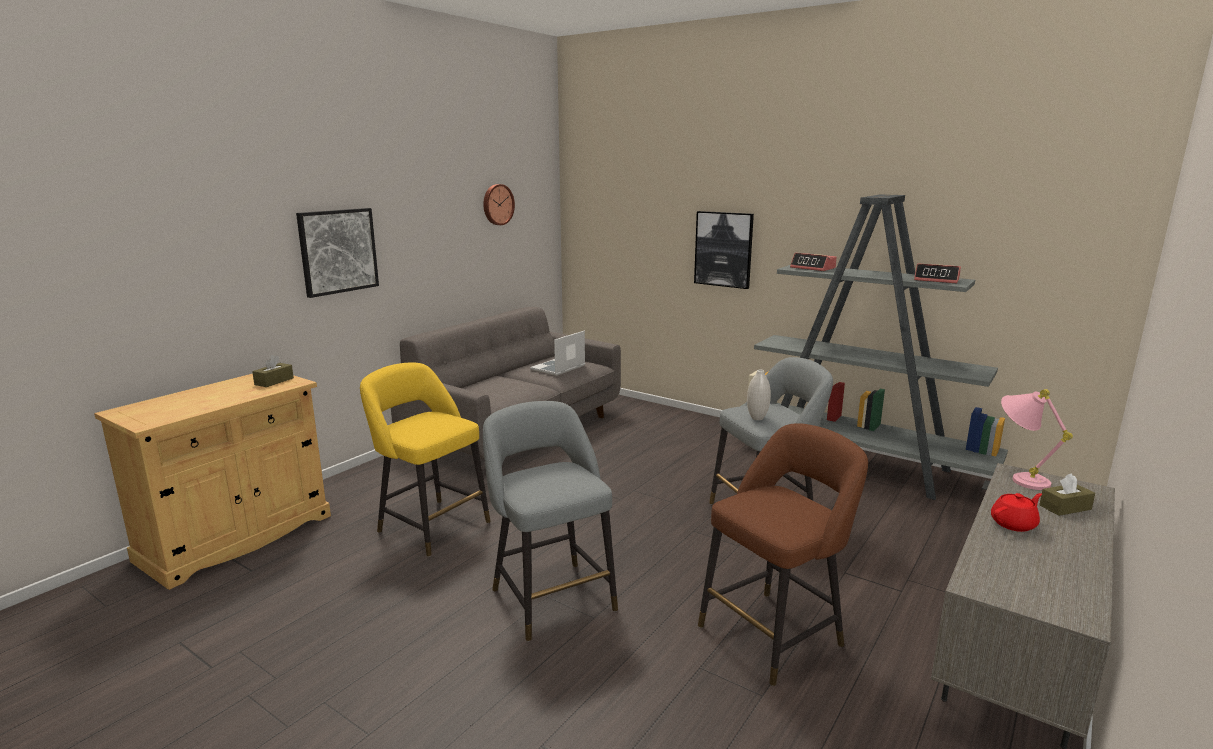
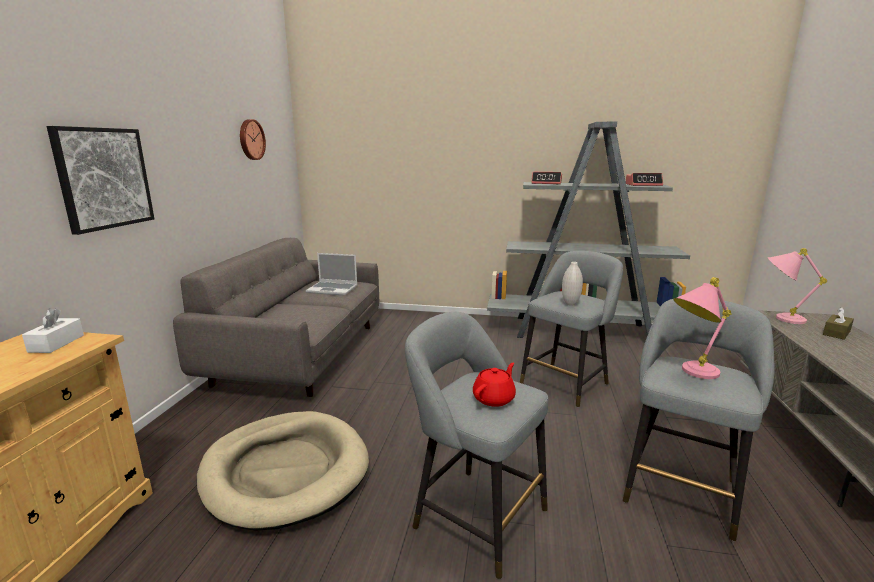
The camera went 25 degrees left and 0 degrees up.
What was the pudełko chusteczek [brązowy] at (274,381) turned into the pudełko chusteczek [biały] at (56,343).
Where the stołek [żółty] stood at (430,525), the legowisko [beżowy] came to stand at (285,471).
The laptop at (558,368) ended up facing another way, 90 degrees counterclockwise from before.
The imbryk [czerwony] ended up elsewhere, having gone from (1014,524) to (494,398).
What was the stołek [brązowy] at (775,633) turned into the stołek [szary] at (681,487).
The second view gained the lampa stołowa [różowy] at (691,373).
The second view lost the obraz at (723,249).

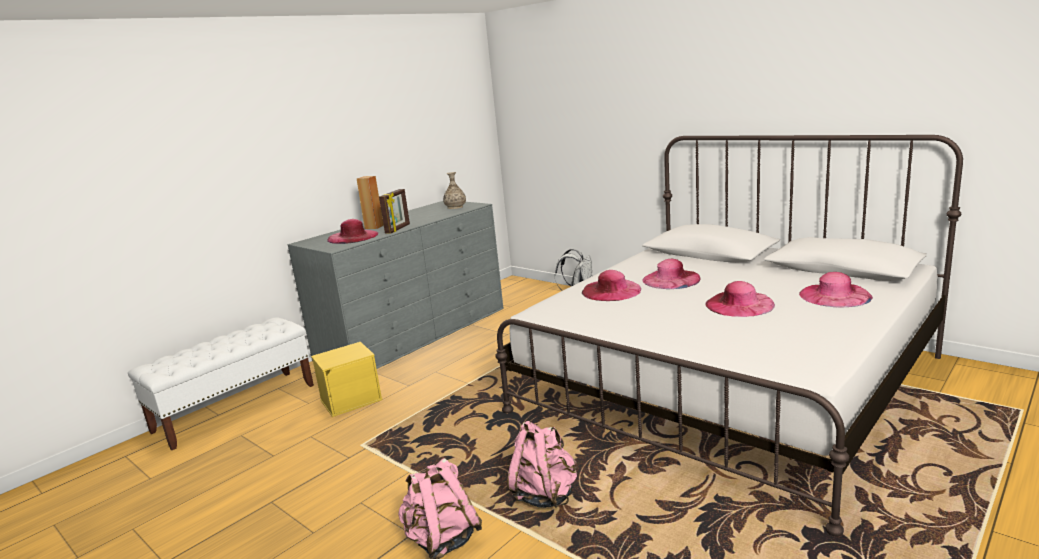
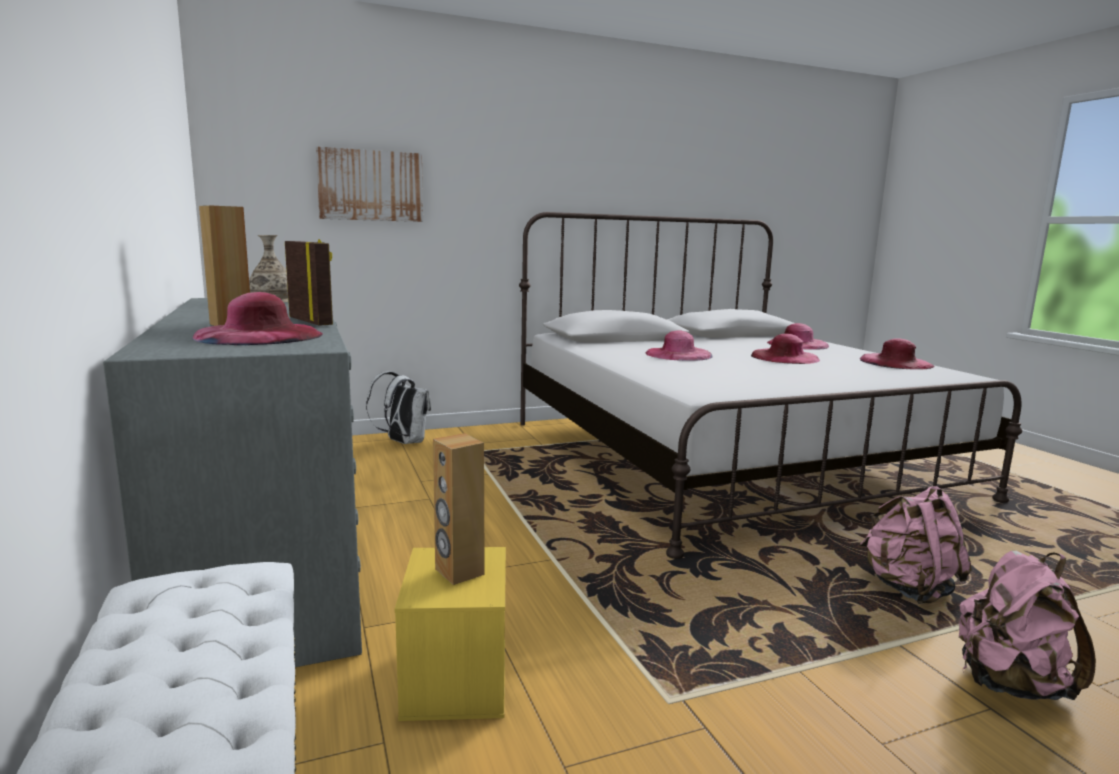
The camera went 65 degrees left and 5 degrees down.
The second view gained the obraz at (371,185).
The second view gained the głośnik [brązowy] at (459,572).
The kapelusz [różowy] ended up elsewhere, having gone from (611,290) to (896,362).

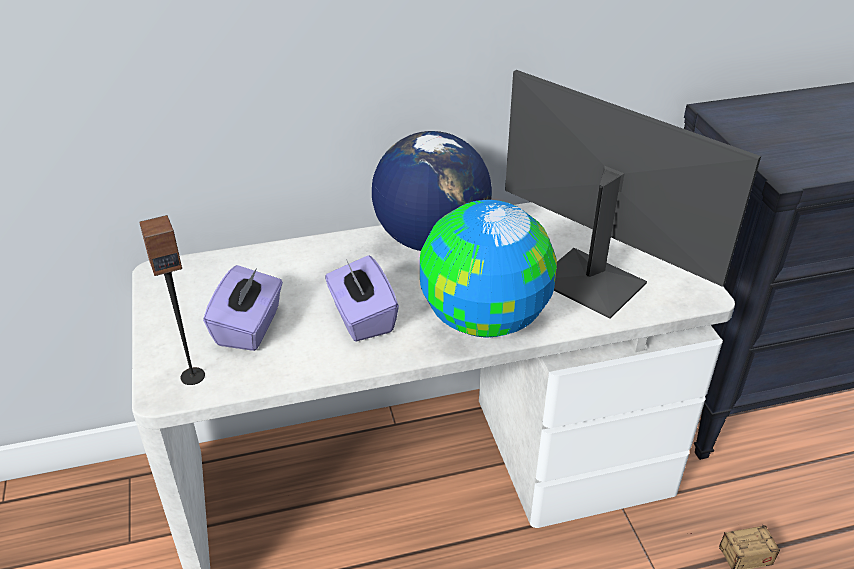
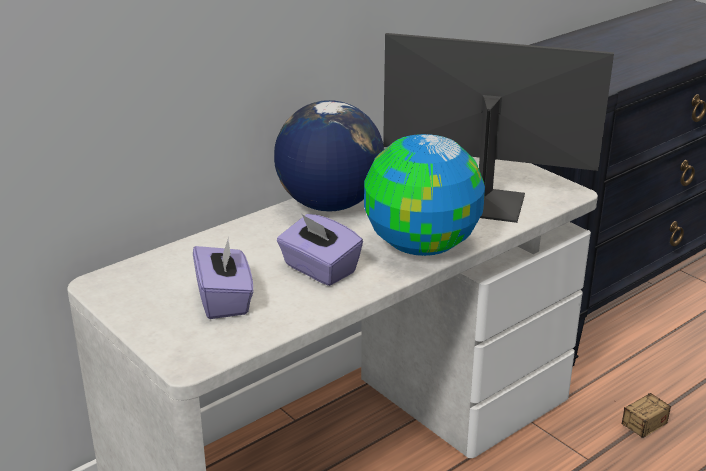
The camera went 25 degrees left and 10 degrees down.
The second view lost the głośnik at (192,376).

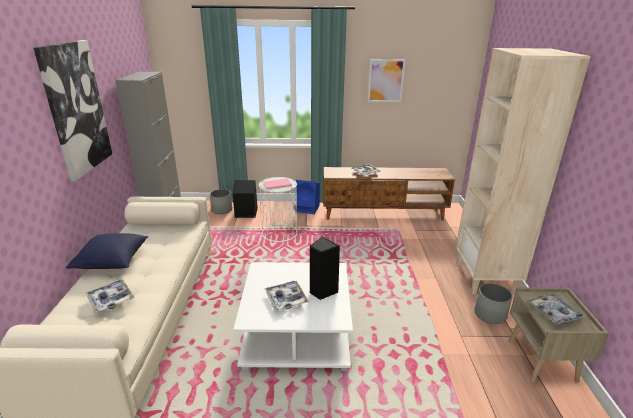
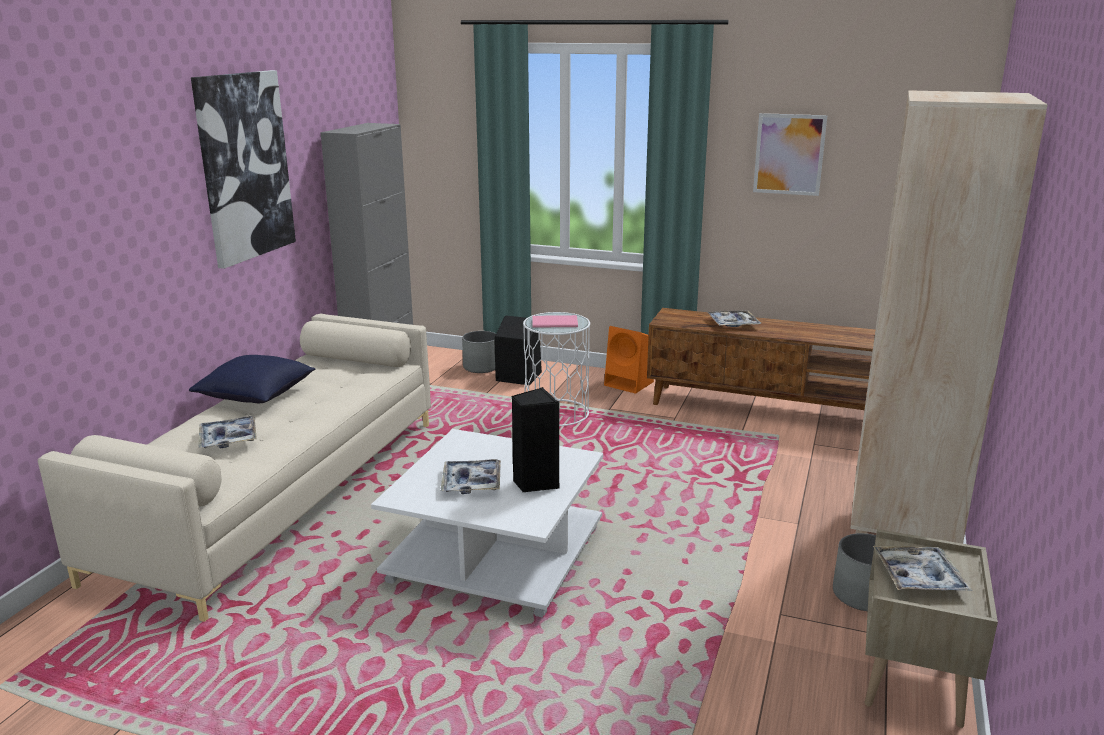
The camera went 20 degrees right and 5 degrees down.
What was the głośnik [niebieski] at (308,208) turned into the głośnik [pomarańczowy] at (630,384).

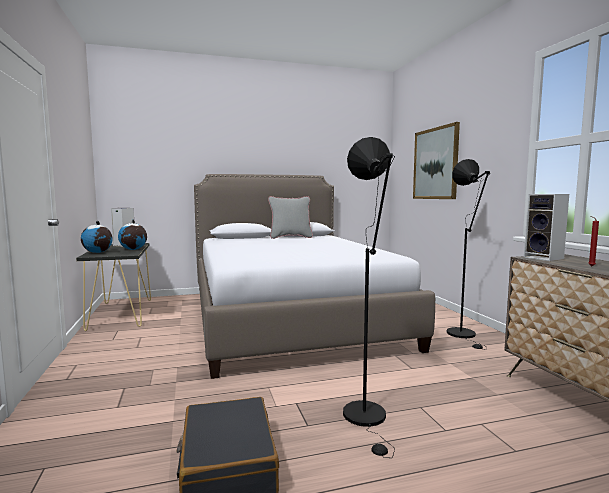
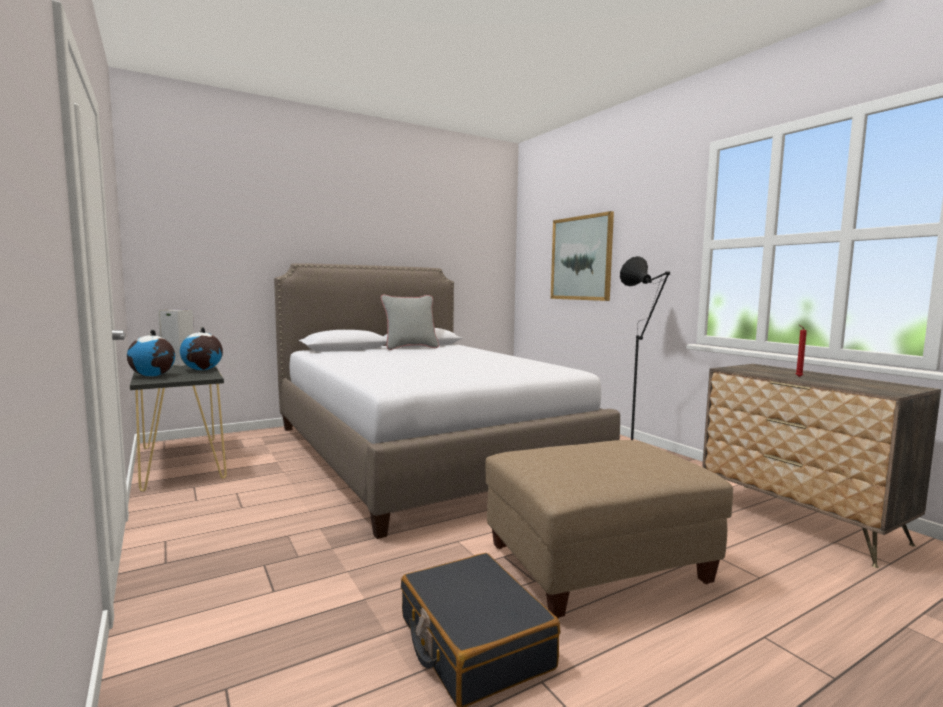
The camera went 15 degrees left and 0 degrees up.
Where the lampa stojąca [czarny] stood at (368,419), the pufa [beżowy] came to stand at (596,564).
The second view lost the głośnik at (545,258).

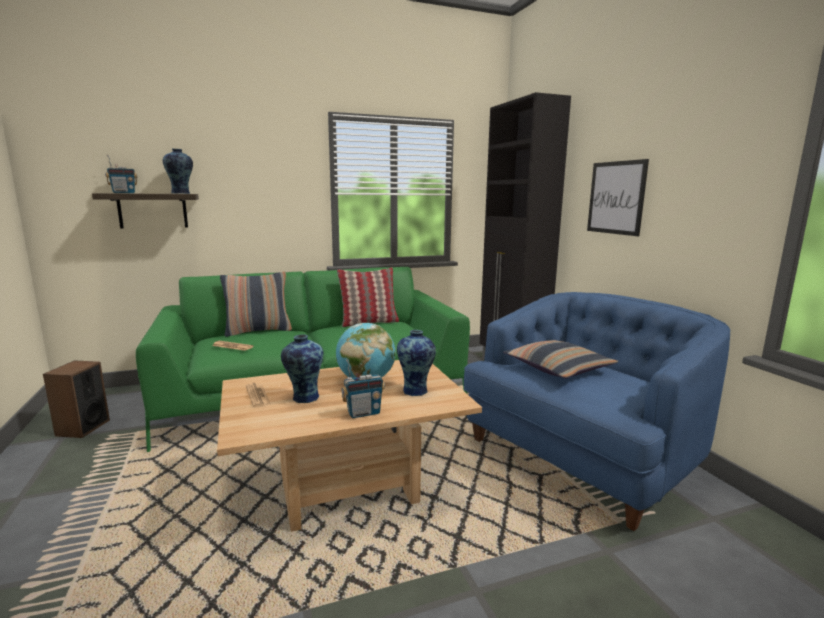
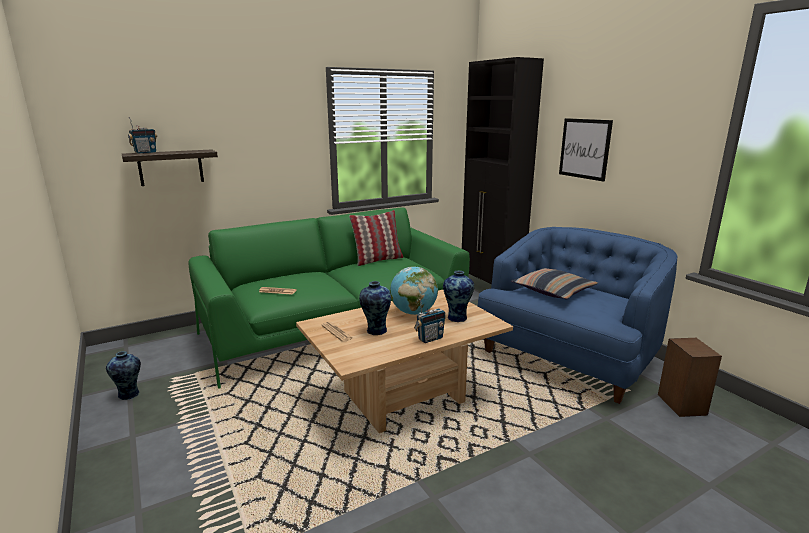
The camera went 10 degrees left and 5 degrees up.
The wazon ended up elsewhere, having gone from (181,193) to (129,395).
The głośnik ended up elsewhere, having gone from (82,428) to (681,404).
The second view lost the poduszka at (258,331).

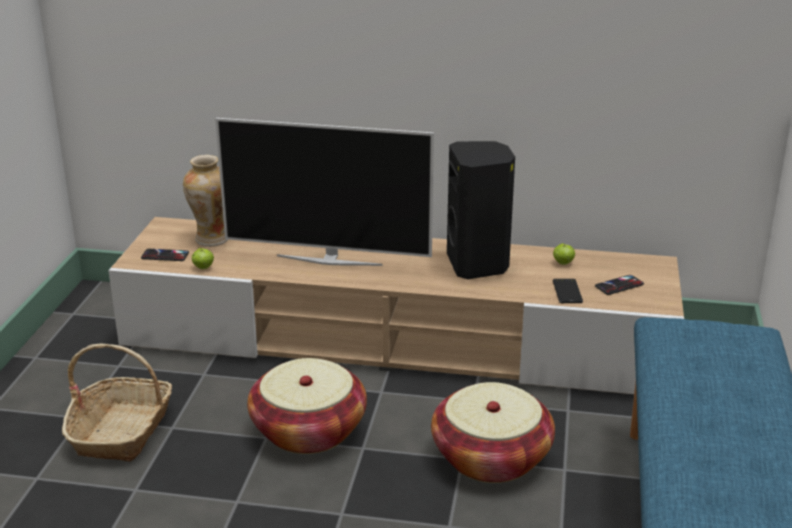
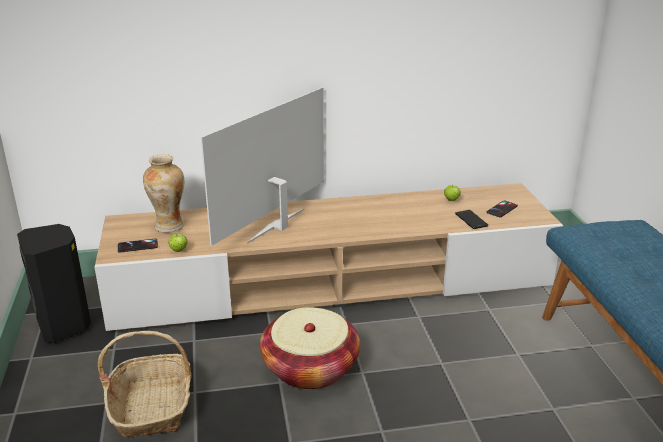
The camera went 20 degrees left and 0 degrees up.
The głośnik [czarny] ended up elsewhere, having gone from (478,265) to (65,325).
The telewizor at (329,260) ended up facing another way, 135 degrees clockwise from before.
The second view lost the koszyk at (491,458).

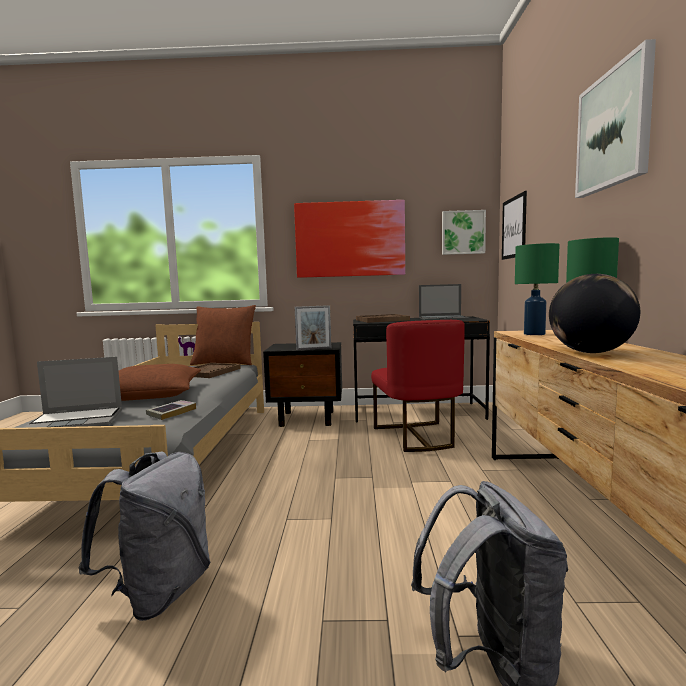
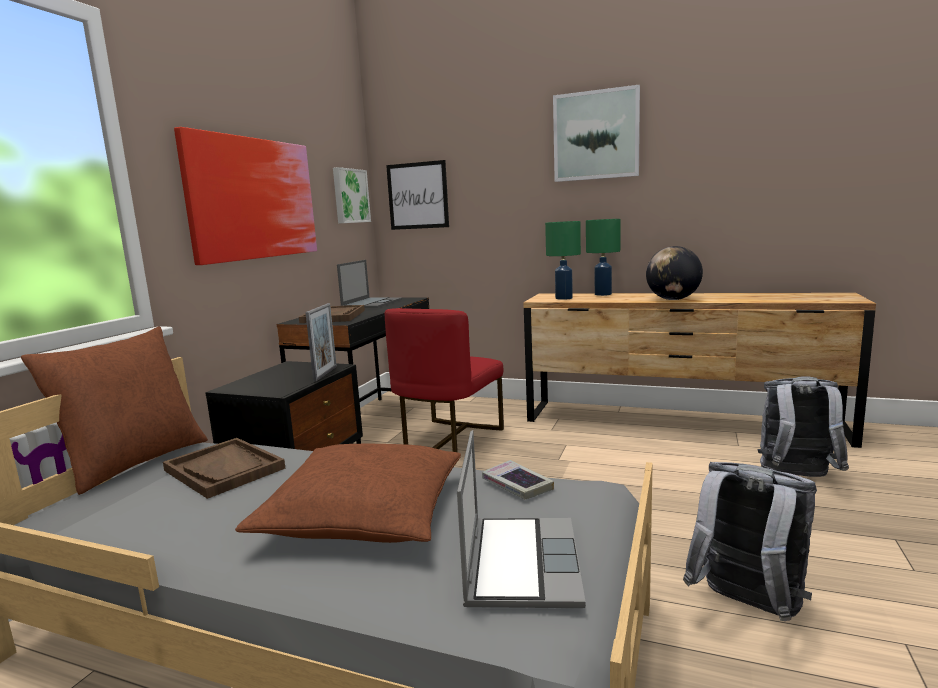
The camera went 70 degrees left and 5 degrees up.
The krzesło [czerwony] at (416,437) ended up facing another way, 105 degrees clockwise from before.

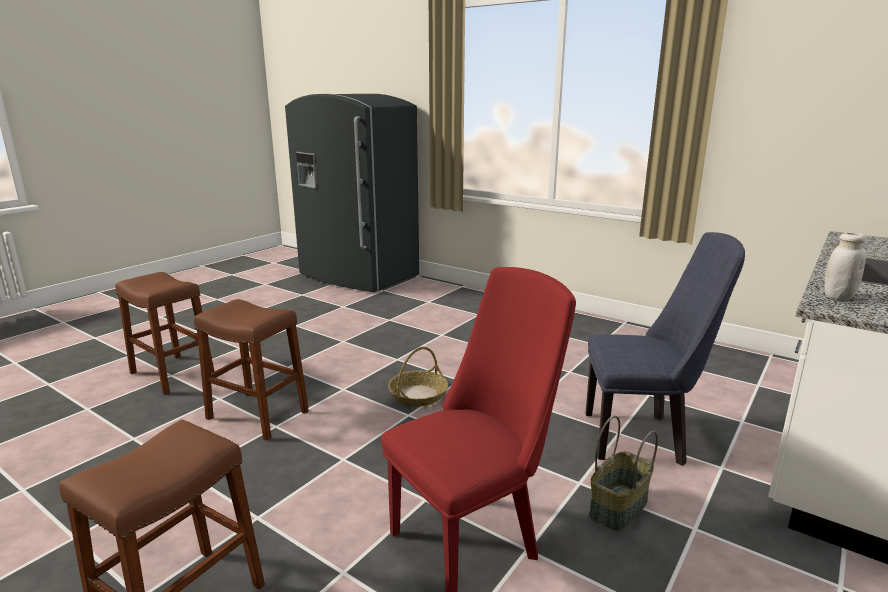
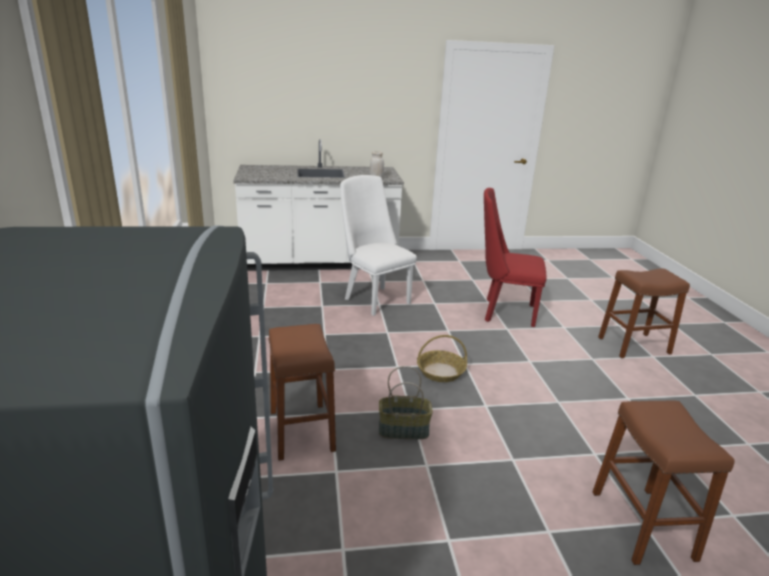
The camera went 135 degrees left and 5 degrees up.
The stołek [brązowy] ended up elsewhere, having gone from (257,415) to (301,430).
What was the krzesło [niebieski] at (642,437) turned into the krzesło [biały] at (374,299).
The koszyk ended up elsewhere, having gone from (619,508) to (404,430).

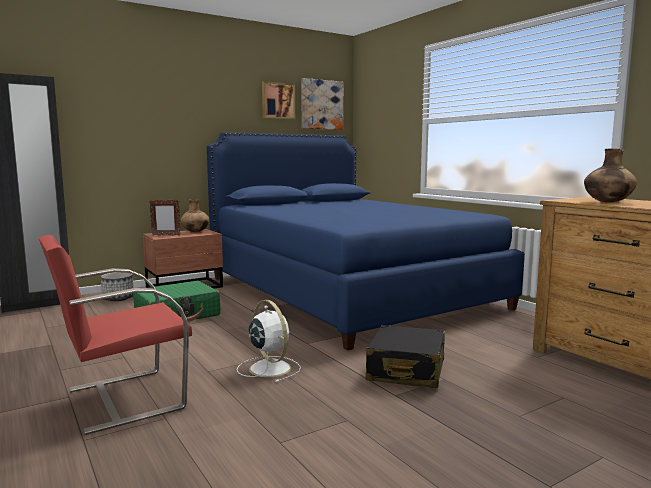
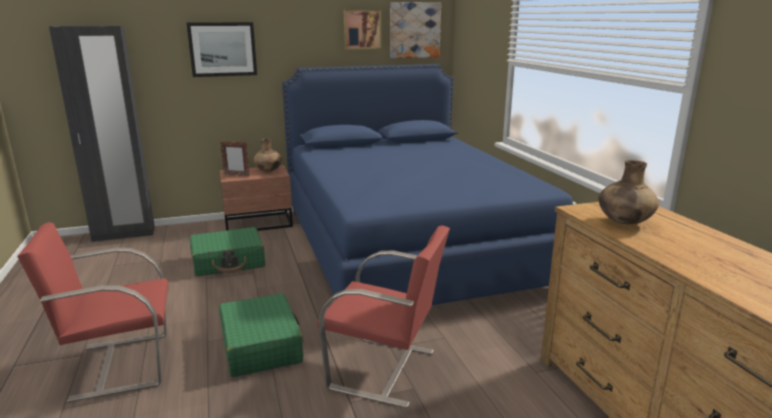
The camera went 15 degrees right and 10 degrees up.
The second view gained the obraz at (222,49).
Where the wentylator [biały] stood at (269,368), the walizka [zielony] came to stand at (261,346).
Where the walizka [czarny] stood at (406,370), the krzesło [czerwony] came to stand at (384,370).
The second view lost the donica at (118,298).

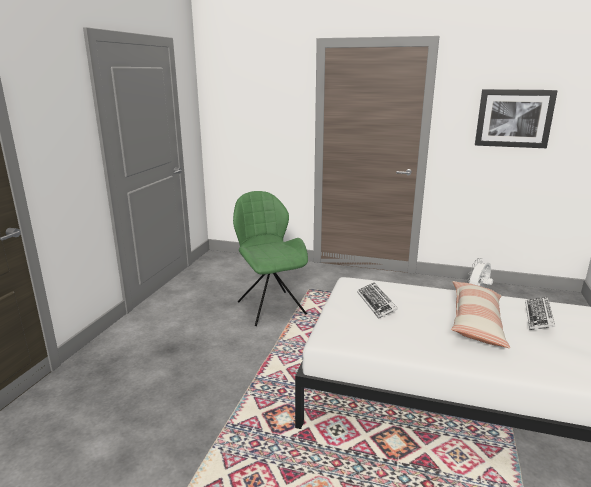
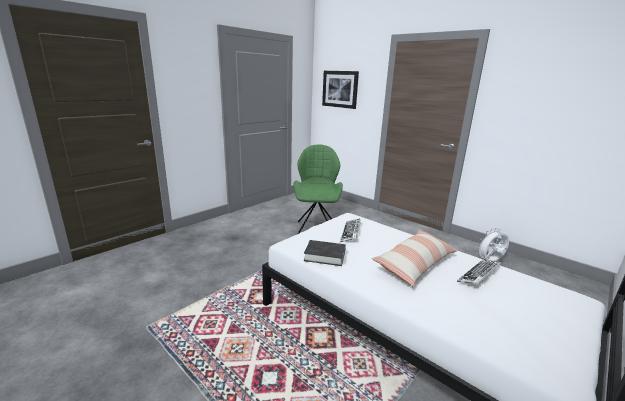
The camera went 25 degrees right and 0 degrees up.
The second view gained the książka [czarny] at (325,256).
The obraz ended up elsewhere, having gone from (514,118) to (340,89).

